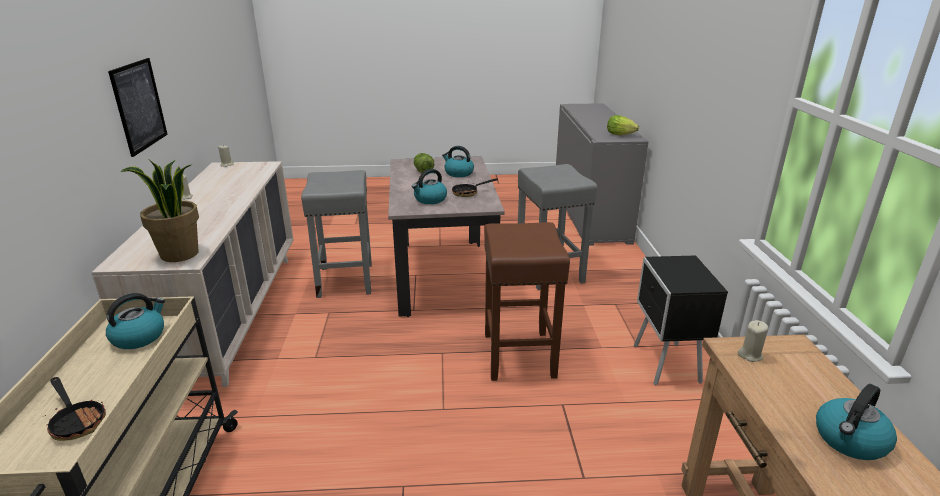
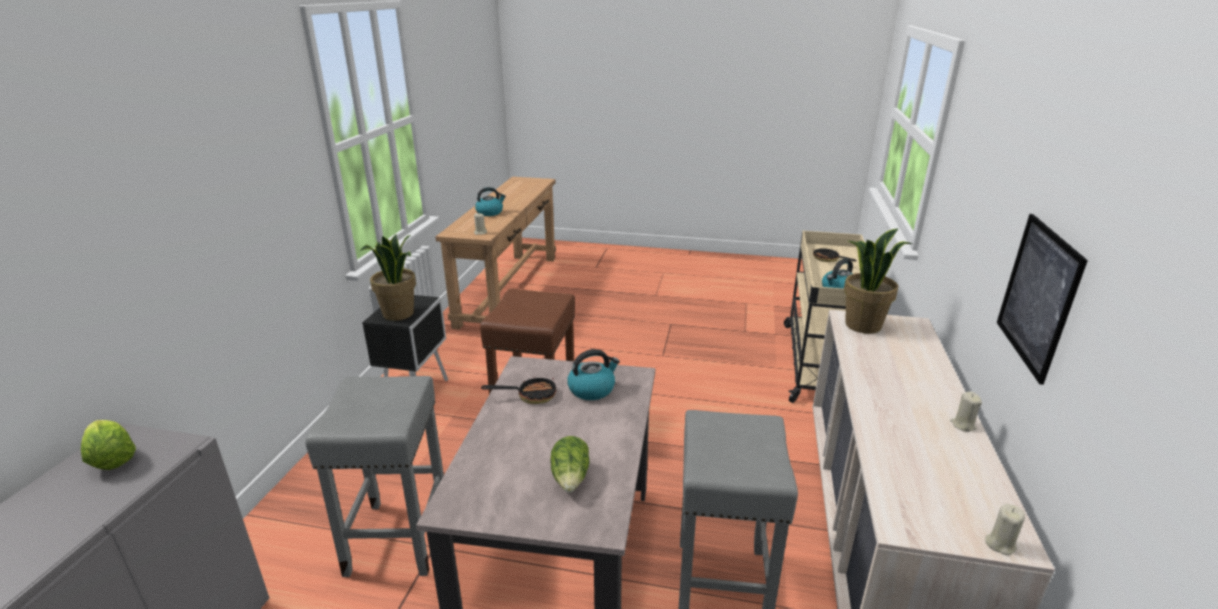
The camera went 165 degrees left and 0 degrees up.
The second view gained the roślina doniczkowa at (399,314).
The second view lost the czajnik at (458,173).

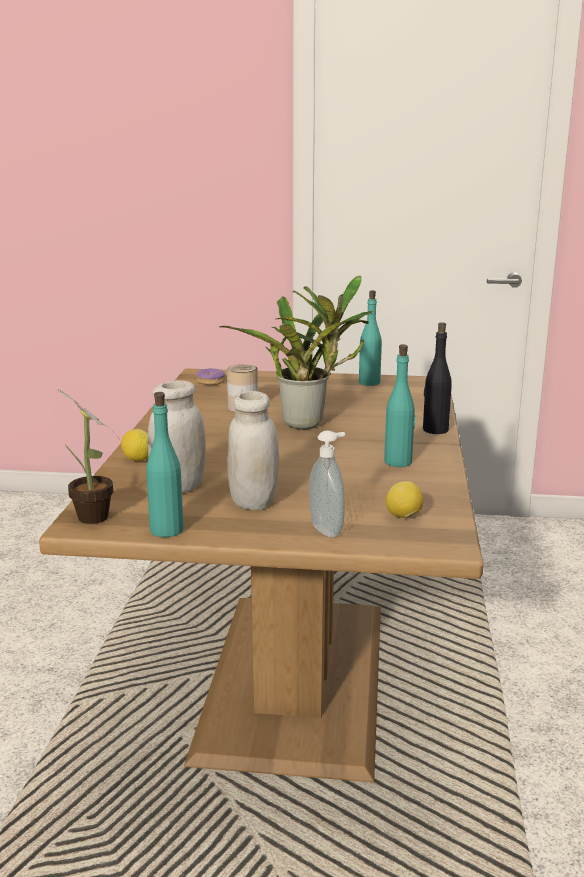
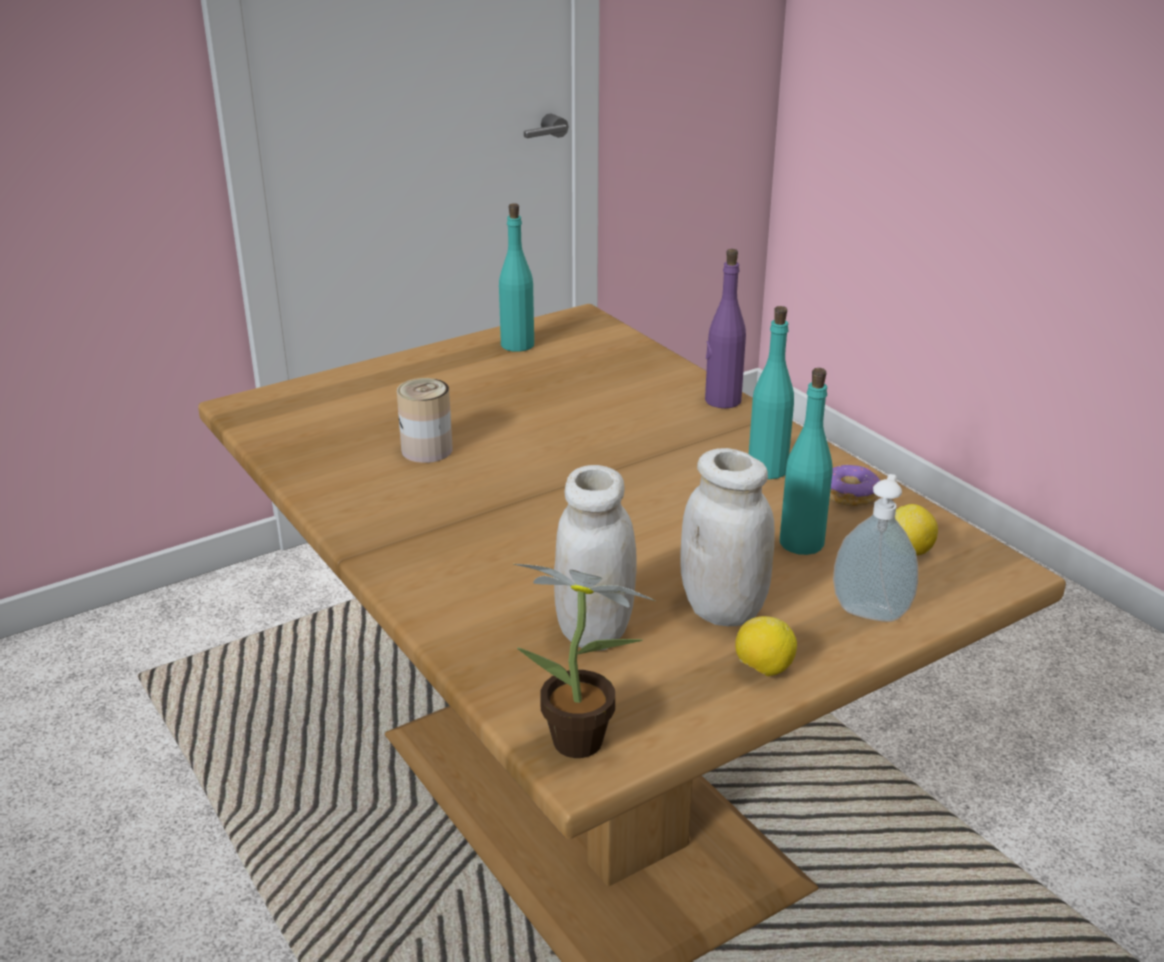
The camera went 40 degrees left and 10 degrees up.
What was the butelka [czarny] at (435,430) turned into the butelka [fioletowy] at (722,400).
The cytryna ended up elsewhere, having gone from (138,459) to (763,669).
The butelka [turkusowy] ended up elsewhere, having gone from (167,530) to (801,542).
The donut ended up elsewhere, having gone from (211,382) to (850,494).
The second view lost the roślina doniczkowa at (309,423).

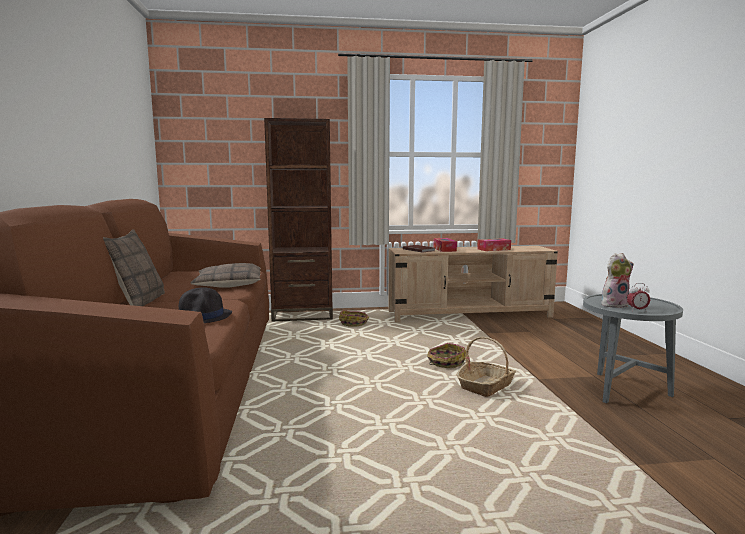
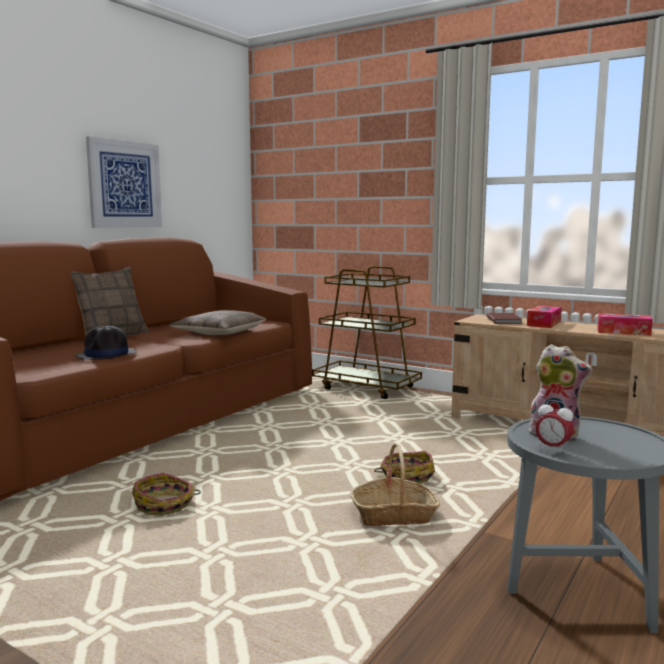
The camera went 40 degrees right and 0 degrees up.
The second view gained the obraz at (125,184).
The koszyk ended up elsewhere, having gone from (354,323) to (165,506).
Where the regał [brązowy] stood at (302,315), the wózek [brązowy] came to stand at (366,388).

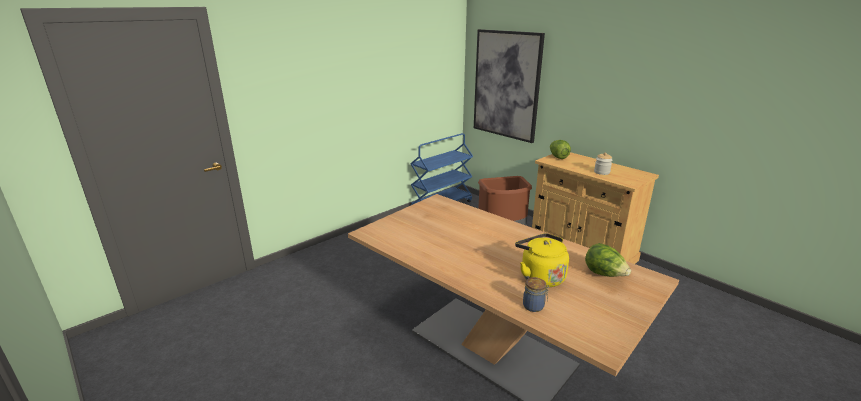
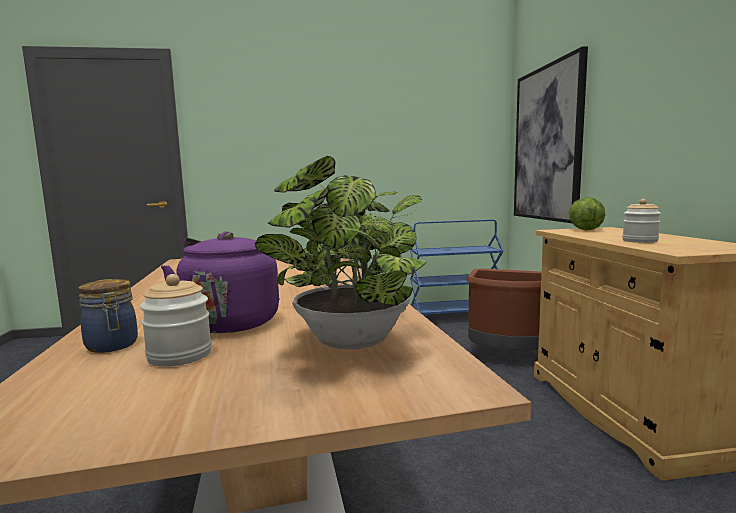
The camera went 35 degrees right and 15 degrees down.
The second view gained the słoik at (180,355).
What was the czajnik [żółty] at (540,276) turned into the czajnik [fioletowy] at (233,321).
Where the sałata stood at (604,274), the roślina doniczkowa came to stand at (349,344).

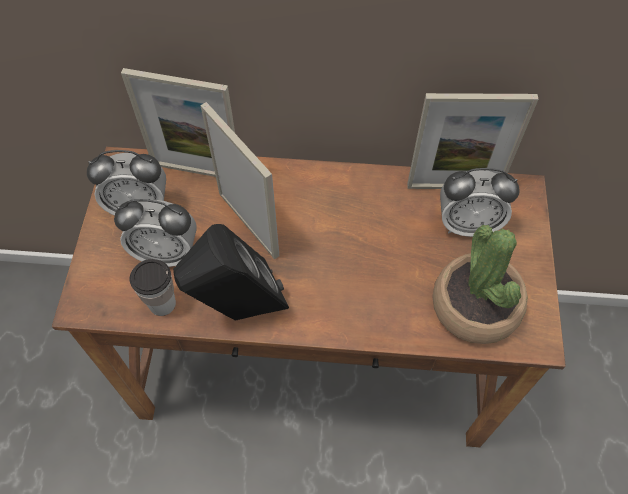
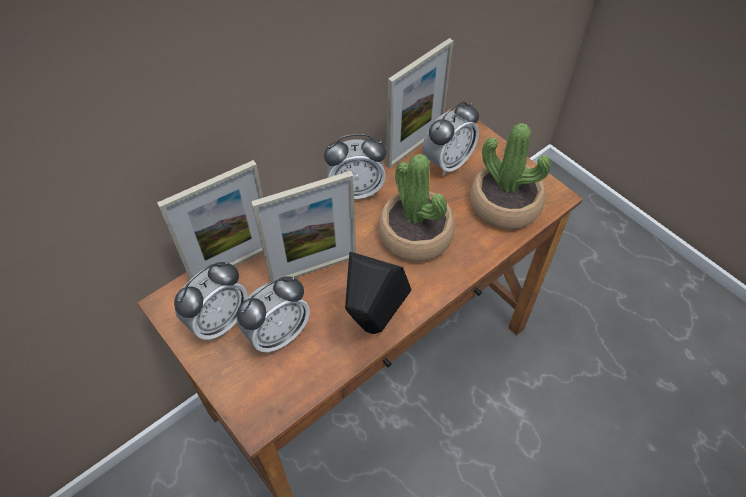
The camera went 45 degrees left and 5 degrees down.
The ramka na zdjęcie at (248,224) ended up facing another way, 150 degrees clockwise from before.
The second view gained the budzik at (356,190).
The second view gained the roślina doniczkowa at (415,235).
The second view lost the filiżanka at (162,303).

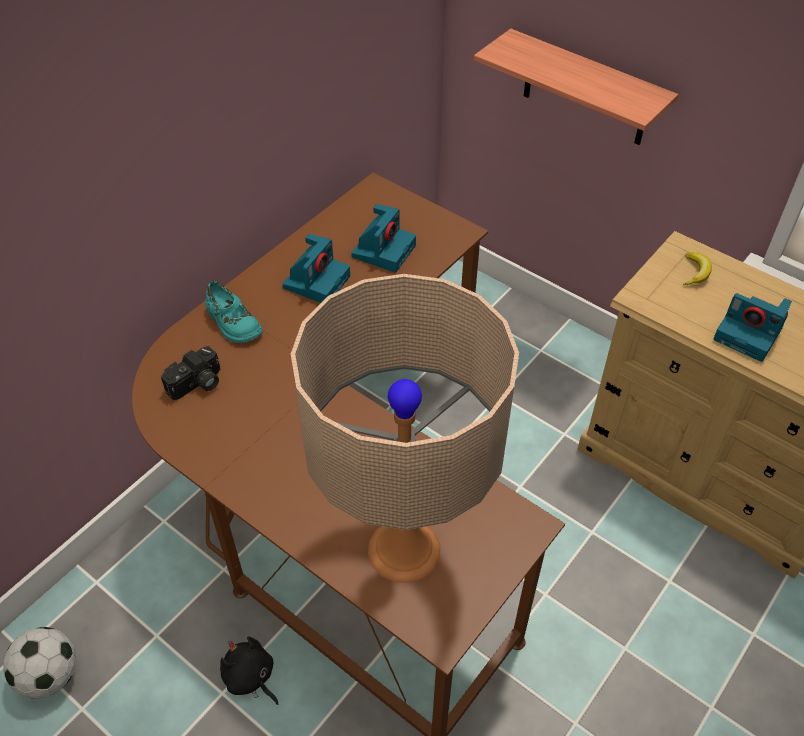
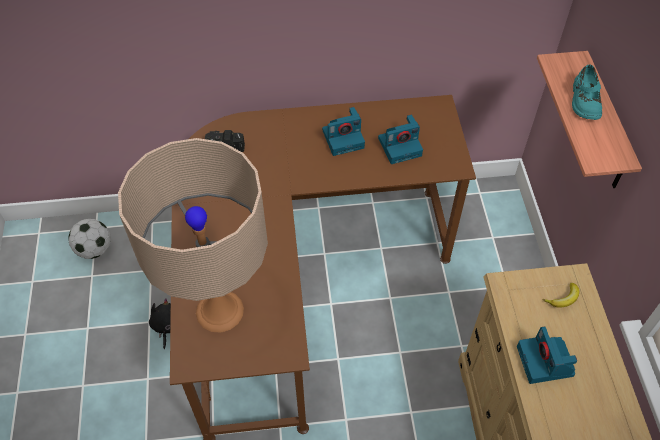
The camera went 45 degrees right and 5 degrees up.
The but [turkusowy] ended up elsewhere, having gone from (232,322) to (584,101).

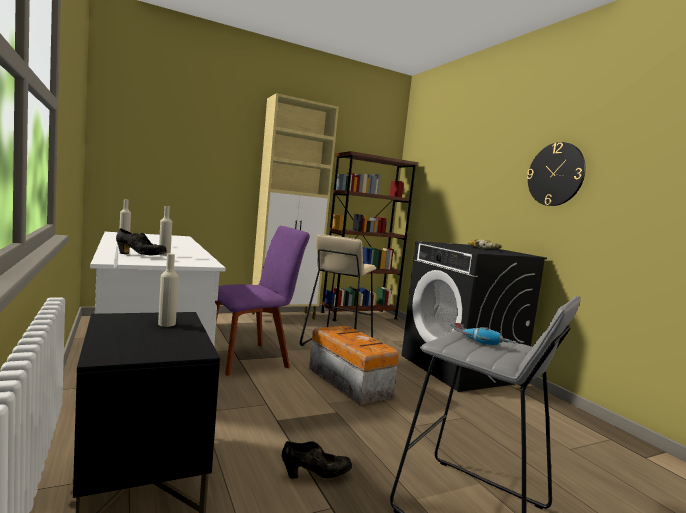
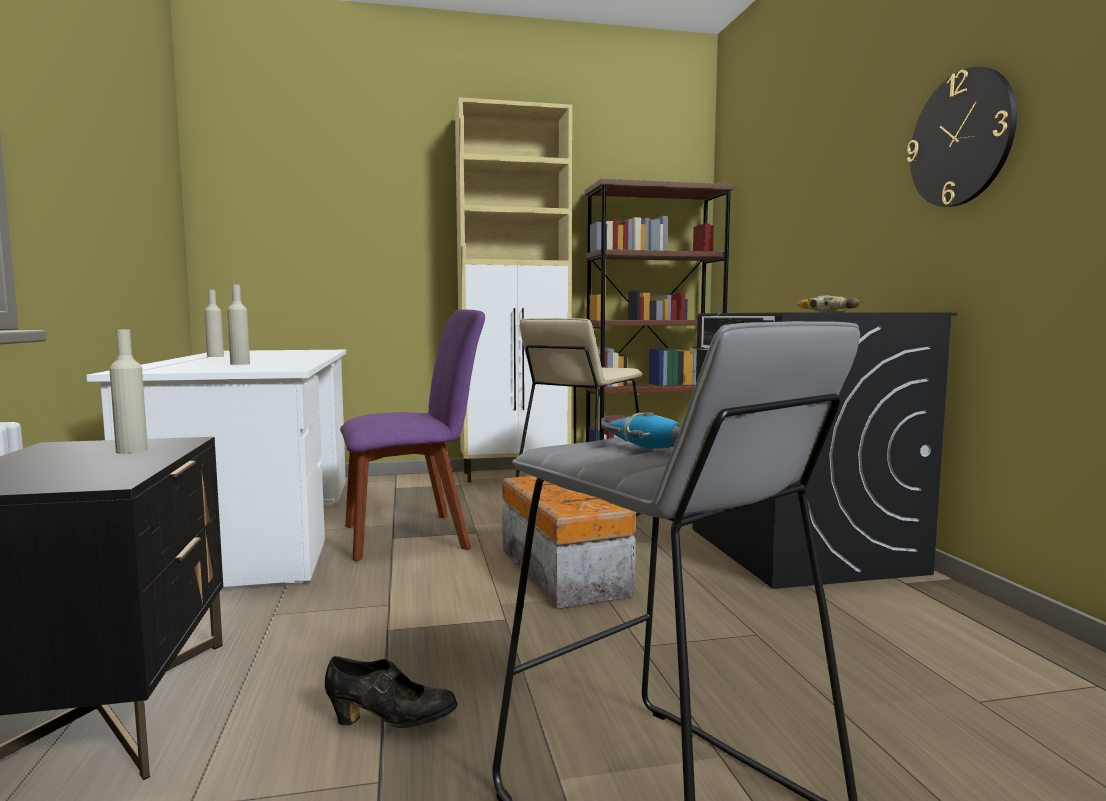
The camera went 15 degrees right and 0 degrees up.
The second view lost the but [czarny] at (140,256).

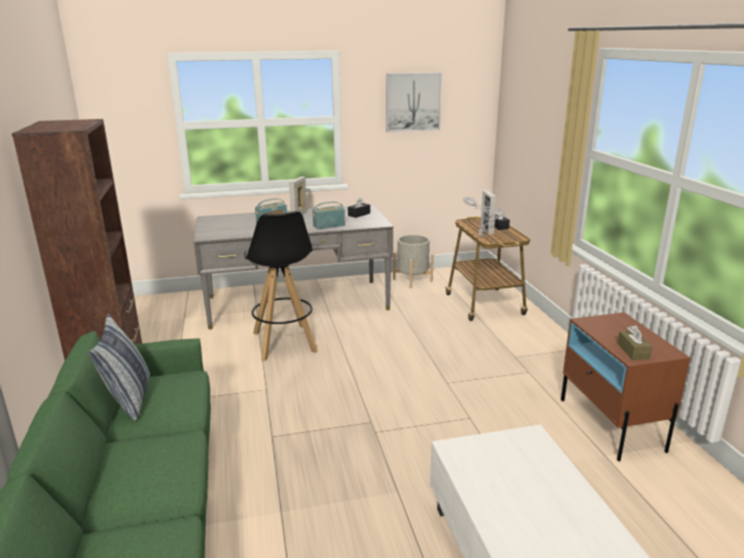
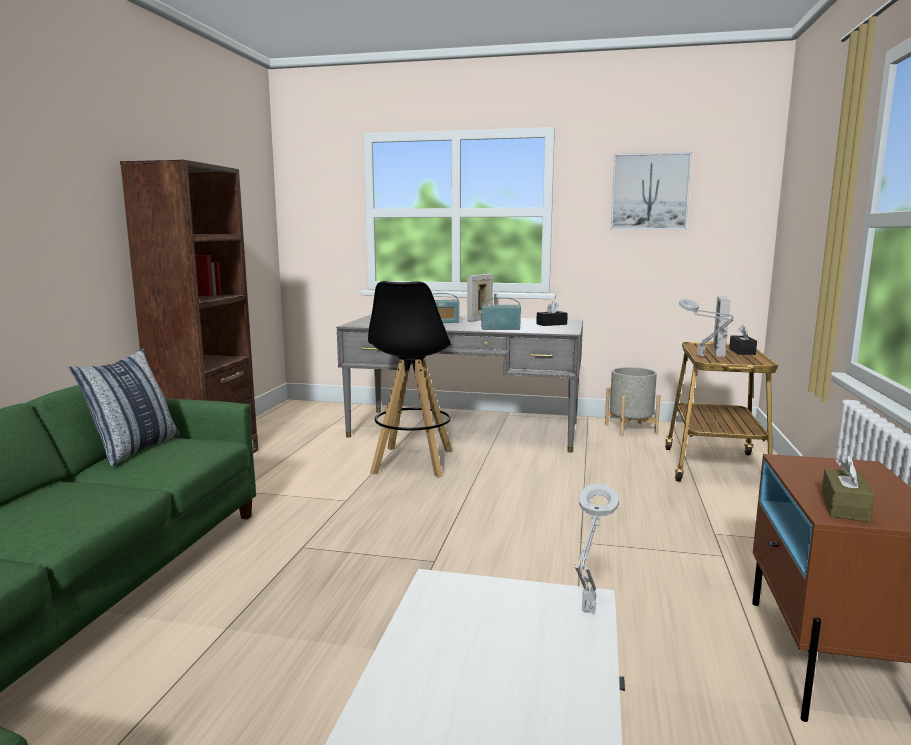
The camera went 25 degrees right and 10 degrees down.
The second view gained the lampa stołowa [szary] at (587,613).

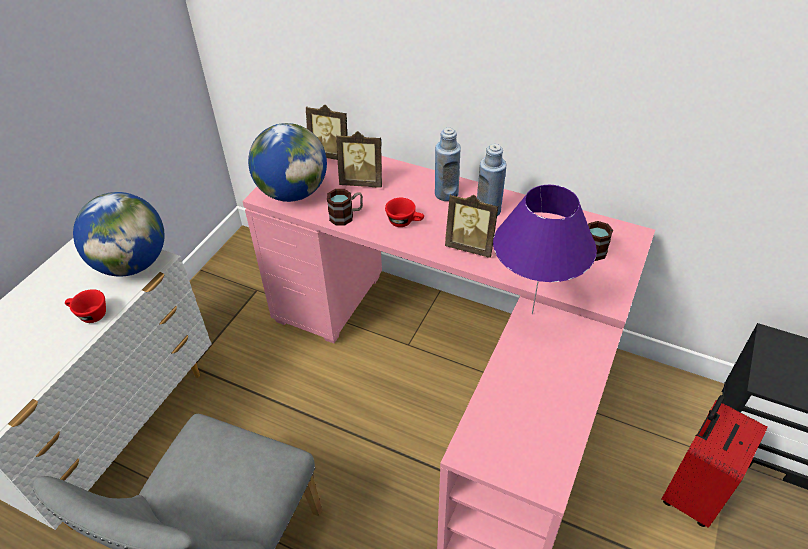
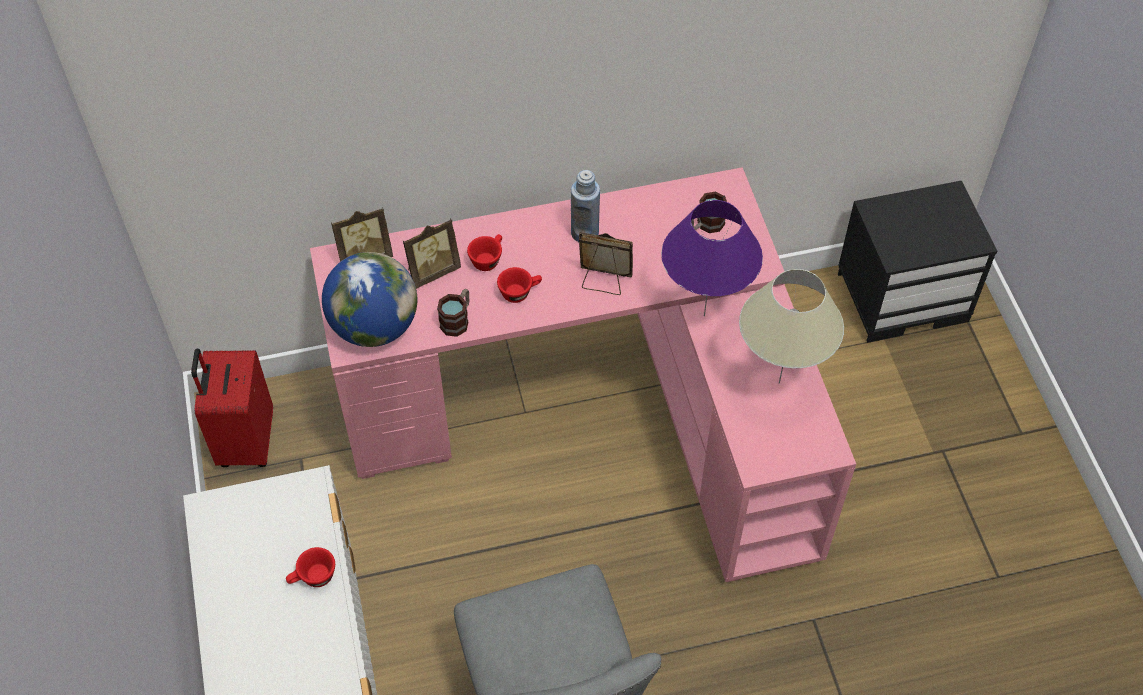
The camera went 40 degrees left and 10 degrees up.
The walizka [czerwony] ended up elsewhere, having gone from (691,492) to (245,441).
The second view gained the filiżanka [czerwony] at (488,259).
The ramka na zdjęcie at (471,246) ended up facing another way, 150 degrees counterclockwise from before.
The second view gained the lampa stołowa [beżowy] at (779,383).
The second view lost the globus at (132,264).
The second view lost the butelka [niebieski] at (446,194).

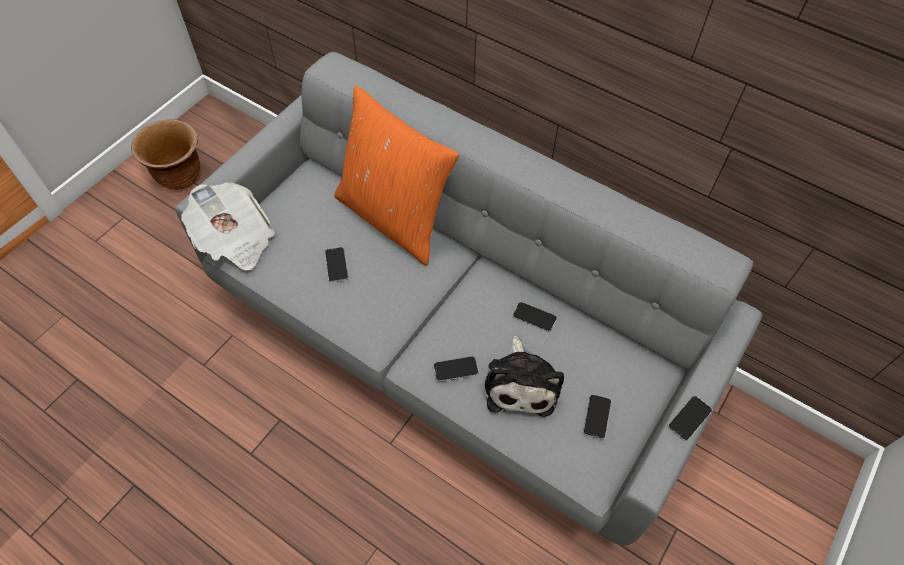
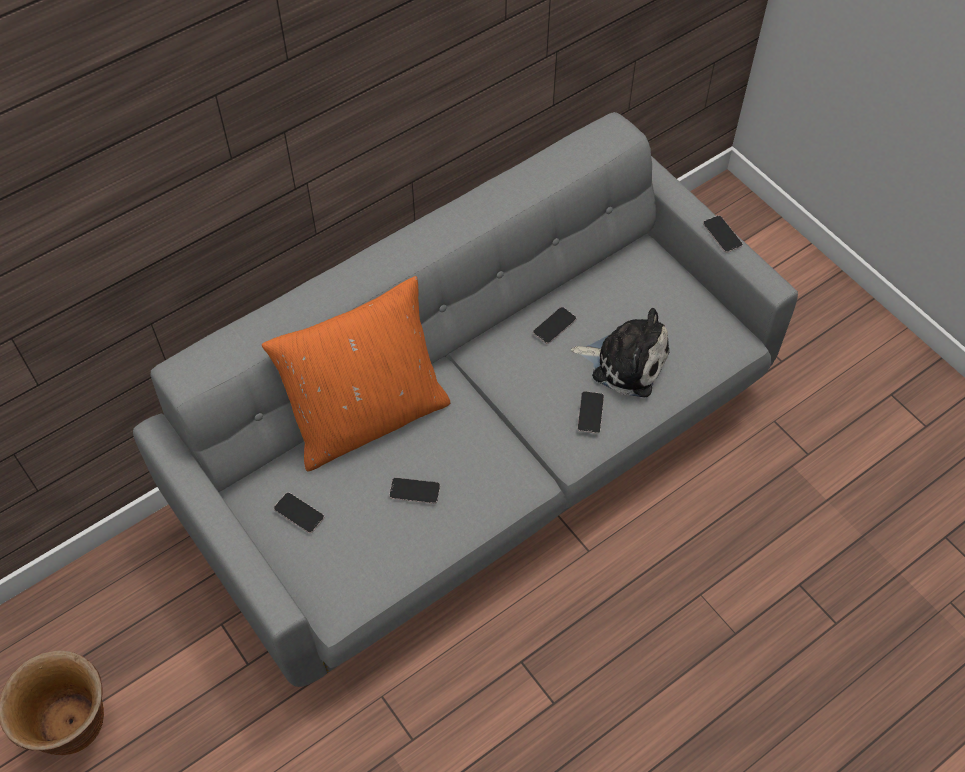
The camera went 70 degrees left and 0 degrees up.
The telefon ended up elsewhere, having gone from (597,417) to (299,513).
The second view lost the gazeta at (234,239).

